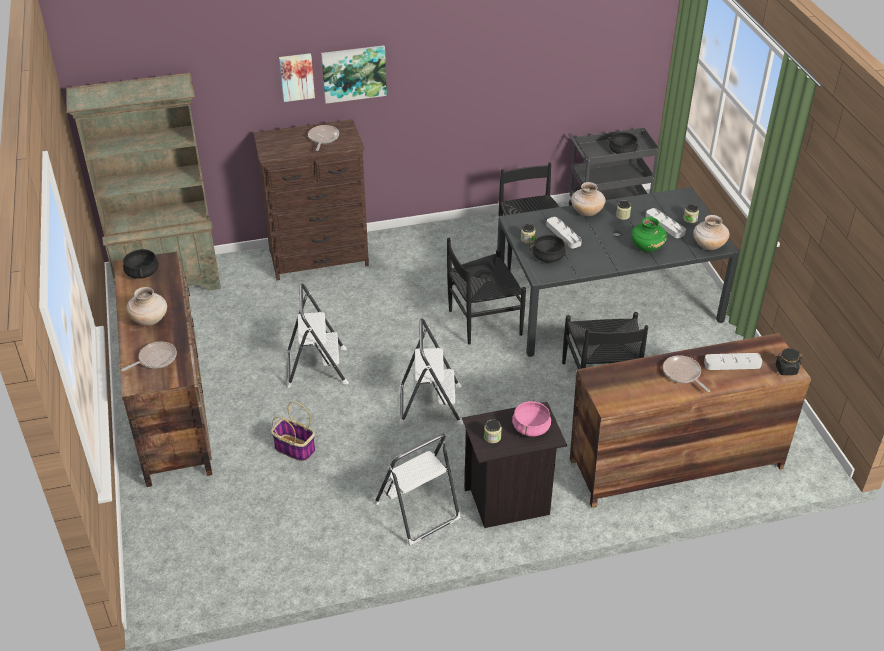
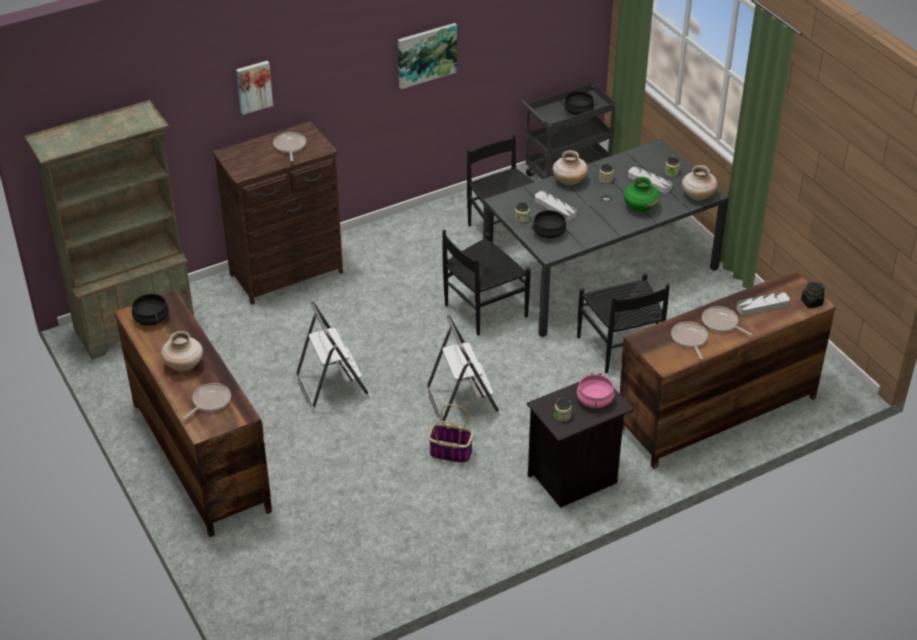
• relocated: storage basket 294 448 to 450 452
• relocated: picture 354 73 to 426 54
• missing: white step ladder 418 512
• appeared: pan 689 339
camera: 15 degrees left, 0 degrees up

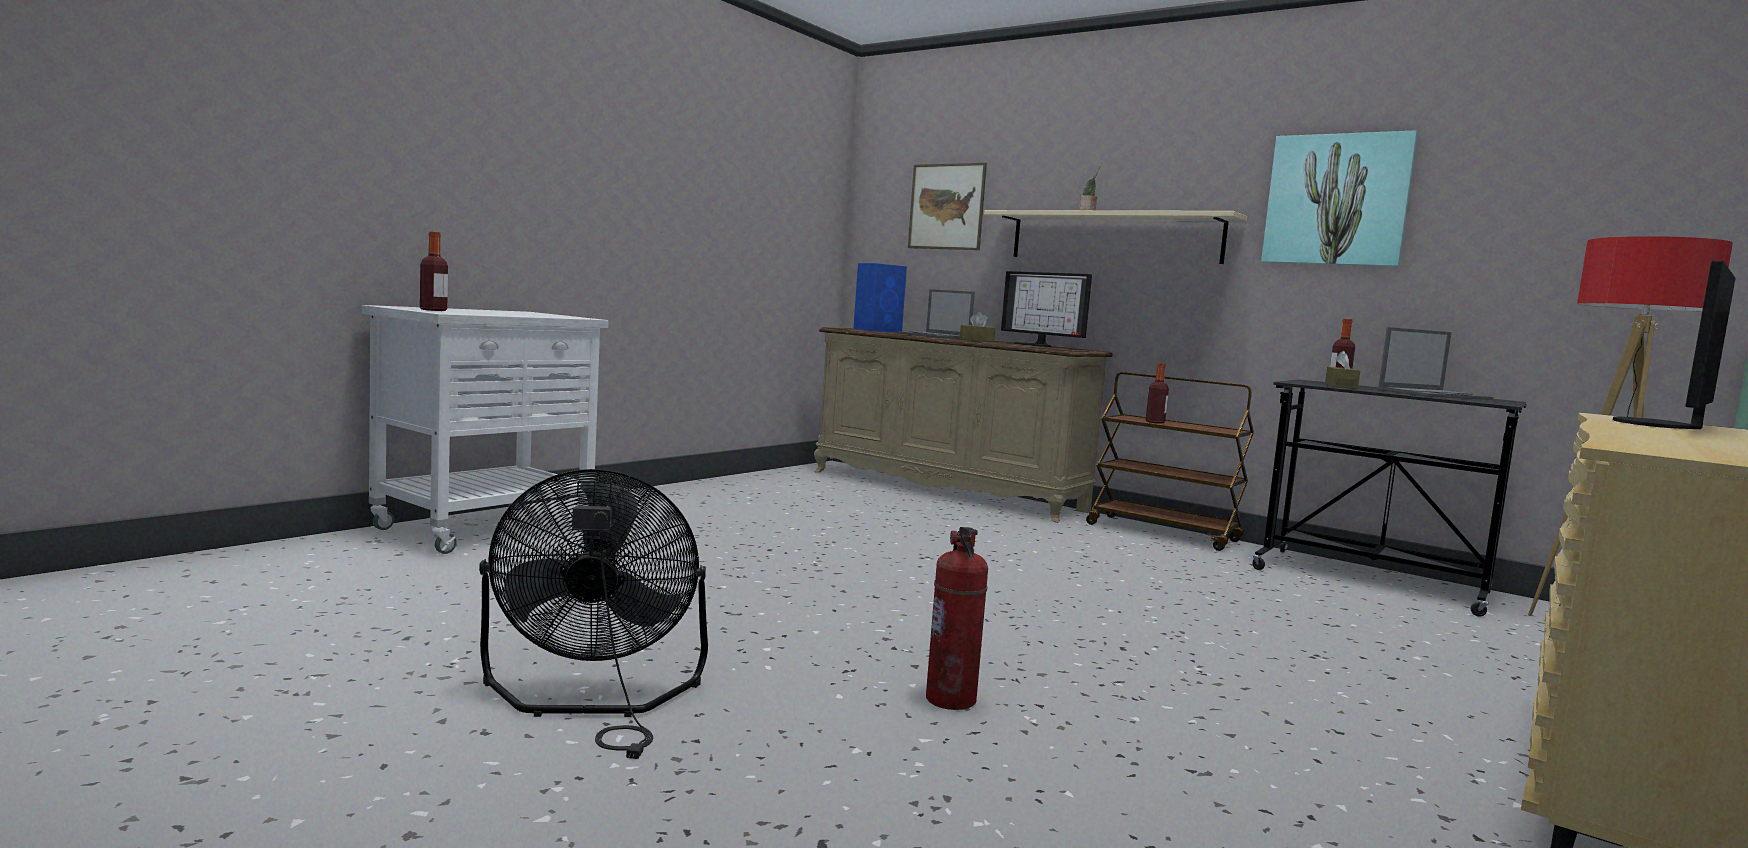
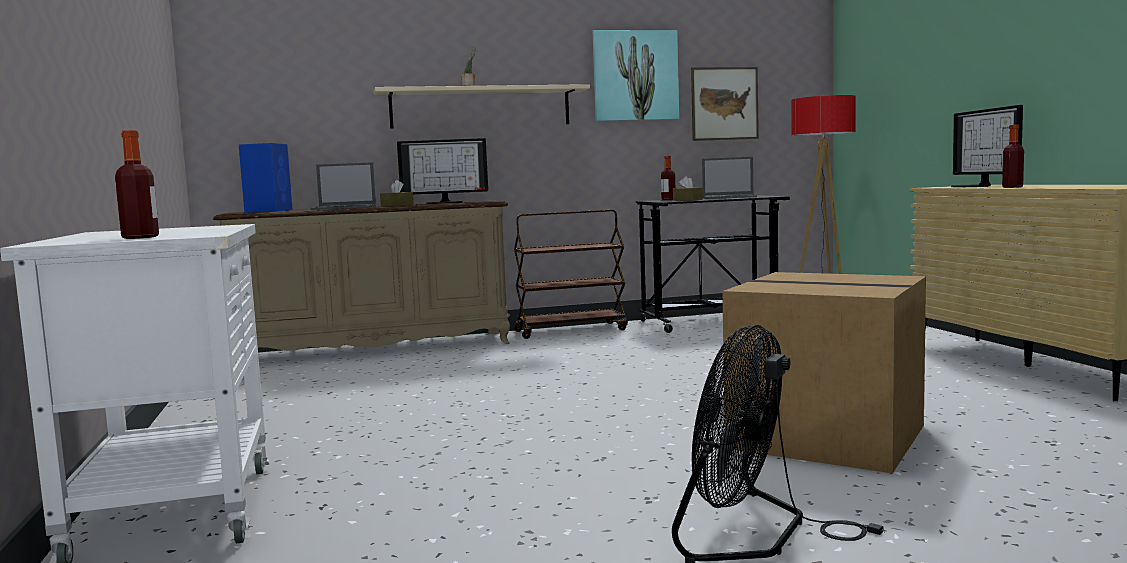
• relocated: picture 946 206 to 724 103
• exchanged: extinguisher 952 700 to cardboard box 830 436
• relocated: beverage bottle 1155 422 to 1012 187
• spun: notebook computer 1434 394 = 729 197 75 degrees clockwise
camera: 50 degrees left, 0 degrees up

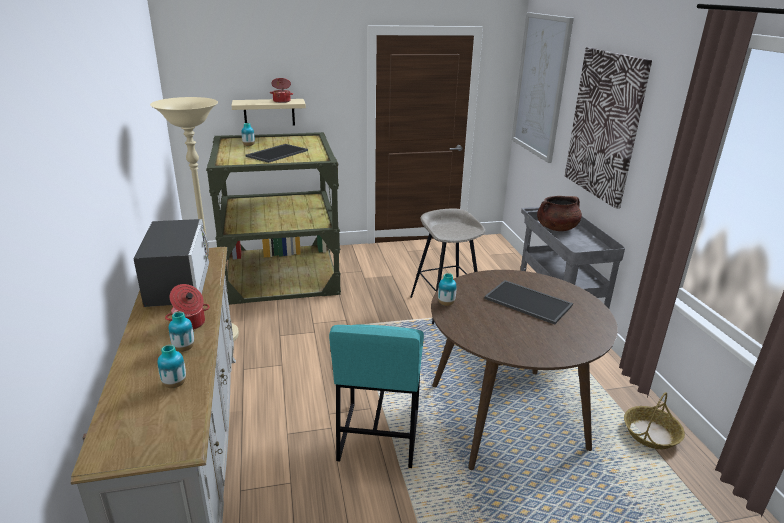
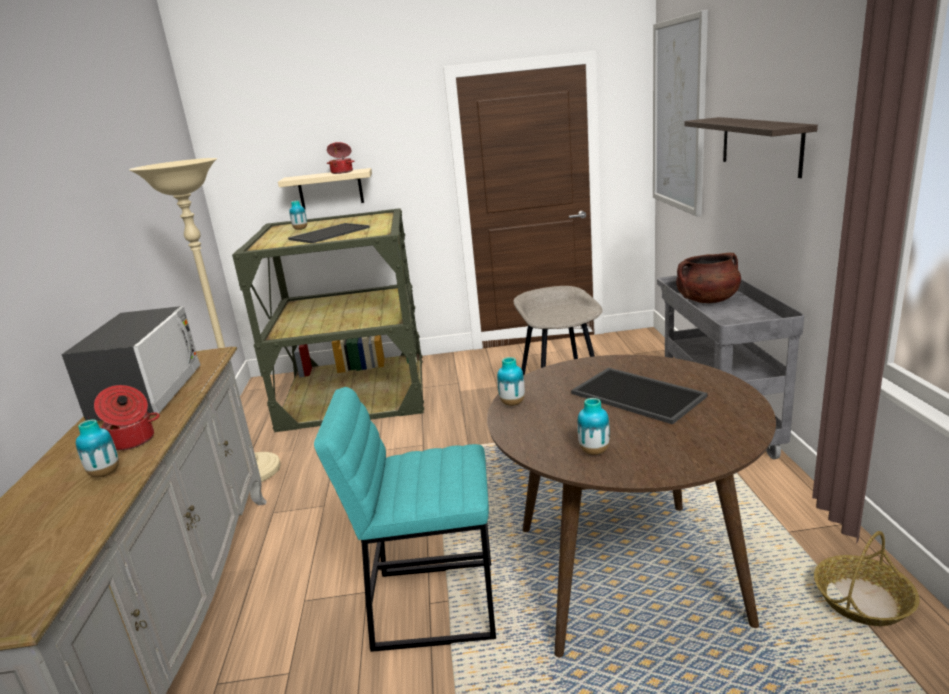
• relocated: decorative vase 175 384 to 594 451
• spun: turquoise upright chair 379 436 = 431 604 75 degrees clockwise
• exchanged: picture 604 125 to shelf 760 144
camera: 10 degrees right, 5 degrees down

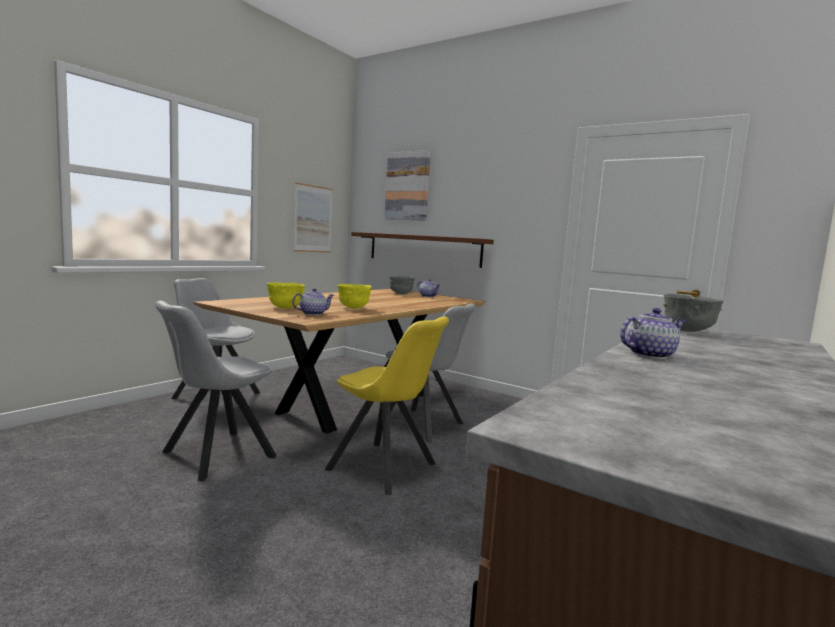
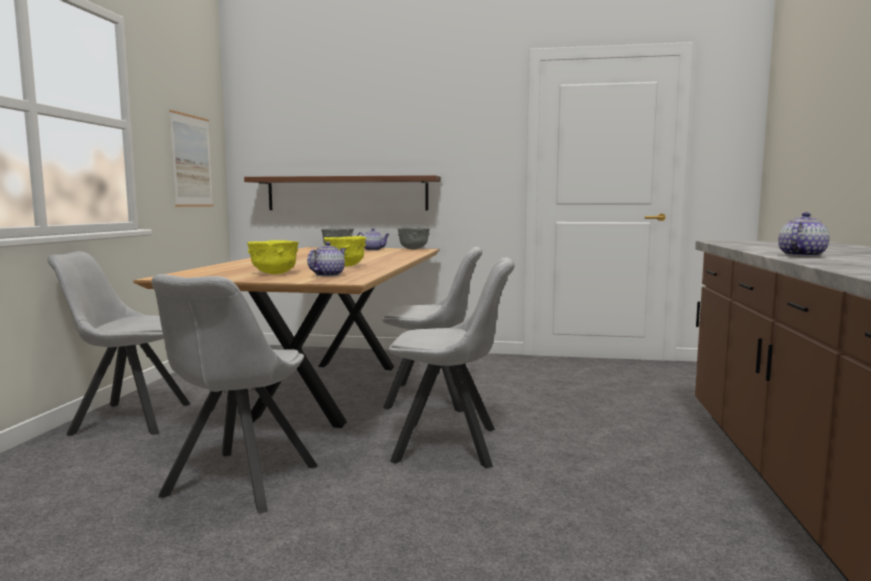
• colour: yellow-coloured upright chair 384 467 to gray upright chair 450 445
• missing: picture 407 186
• relocated: gray serving bowl 687 331 to 413 249
camera: 25 degrees left, 0 degrees up

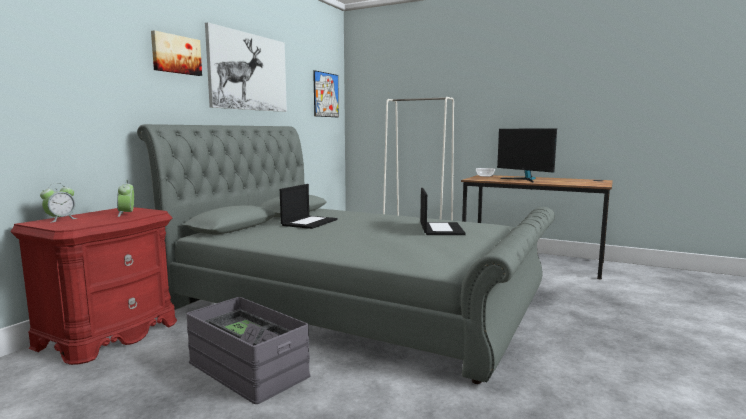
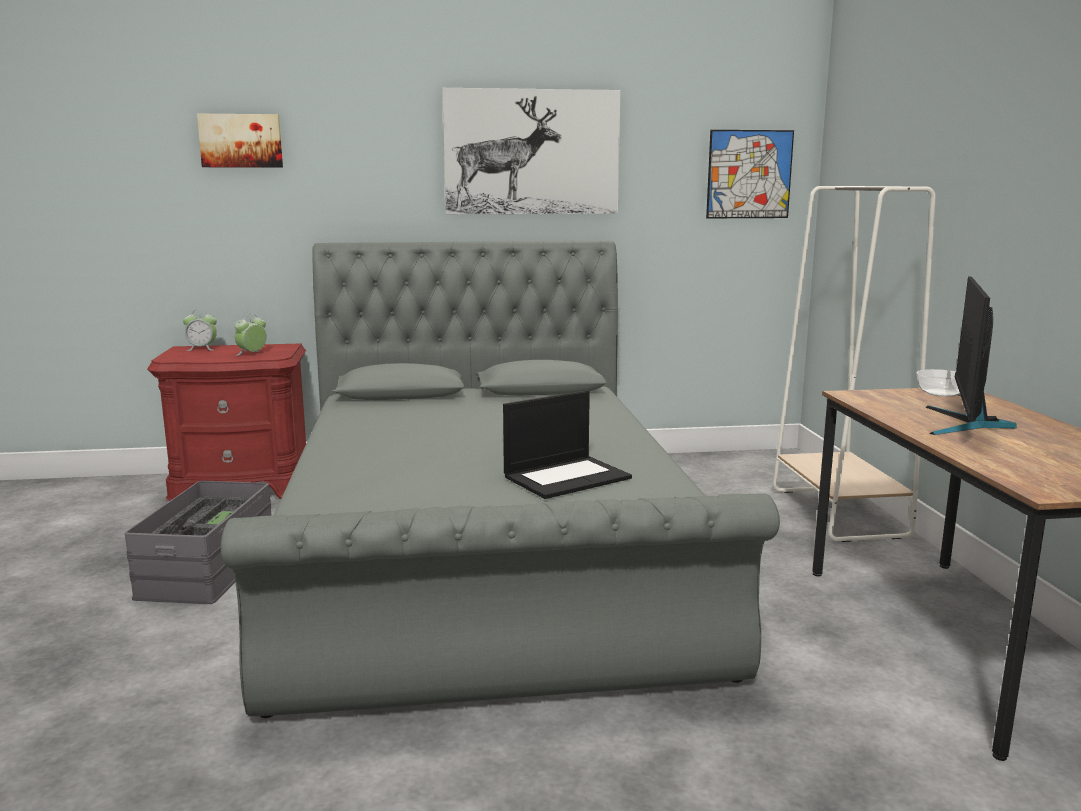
• relocated: picture 176 54 to 241 141
• missing: notebook computer 309 222
camera: 55 degrees right, 5 degrees up

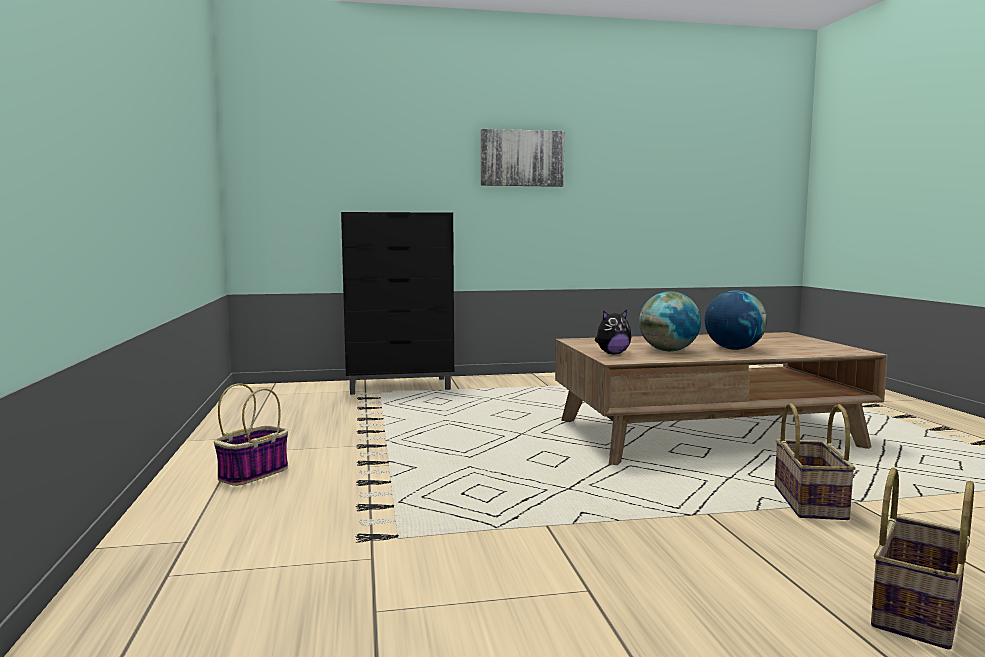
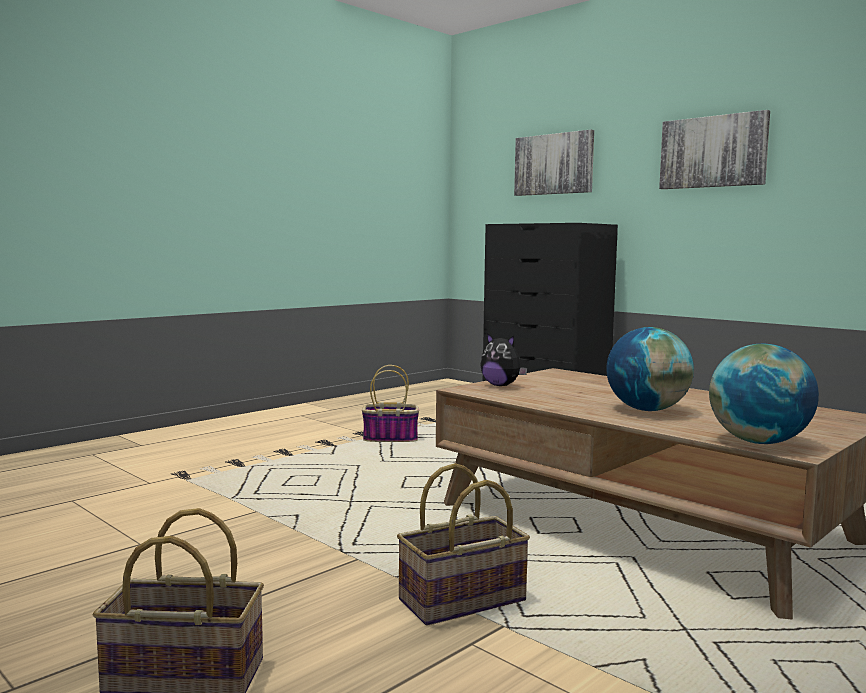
• relocated: storage basket 254 473 to 391 439
• relocated: desk globe 668 351 to 759 442
• appeared: picture 554 164
camera: 55 degrees right, 0 degrees up

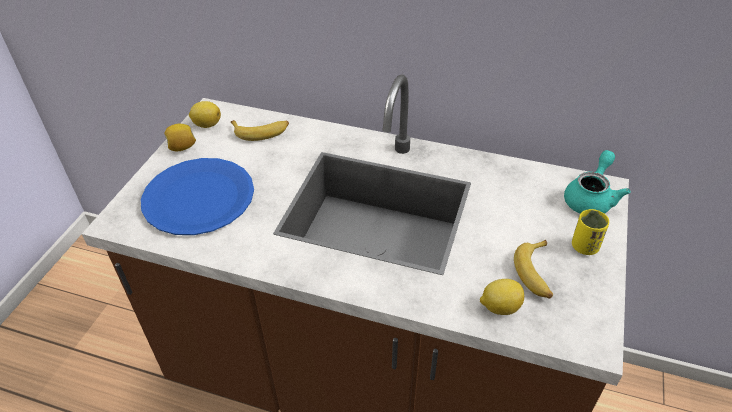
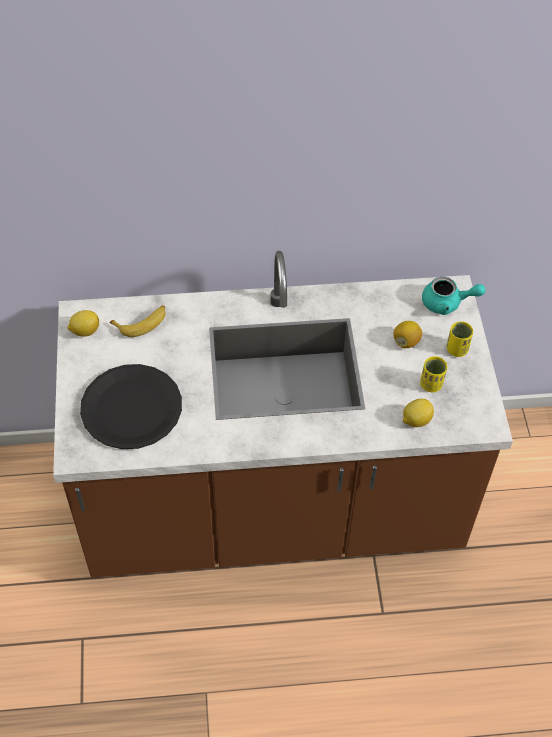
• colour: blue plate 199 198 to black plate 132 408
• relocated: lemon 182 147 to 406 341
• exchanged: whole banana 536 274 to yellow-coloured small cup 431 384
• spun: turquoise pot for tea 591 198 = 447 303 90 degrees clockwise
camera: 25 degrees left, 10 degrees up

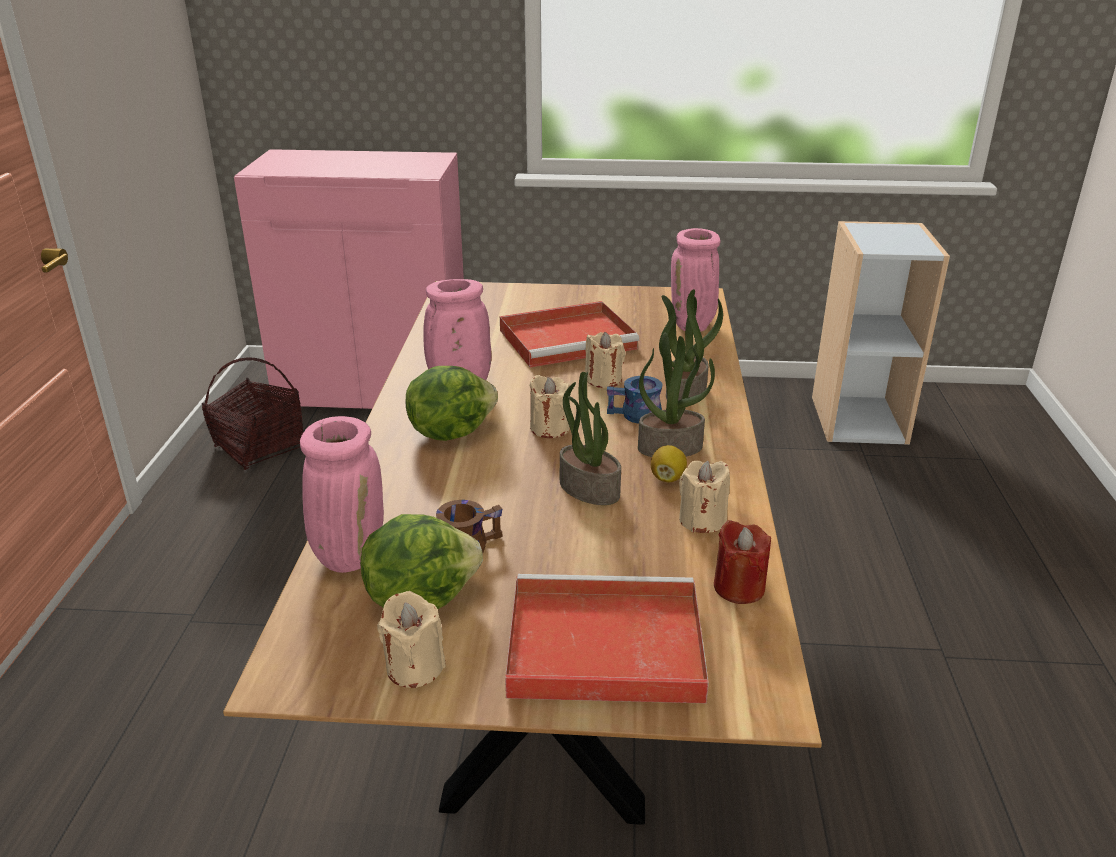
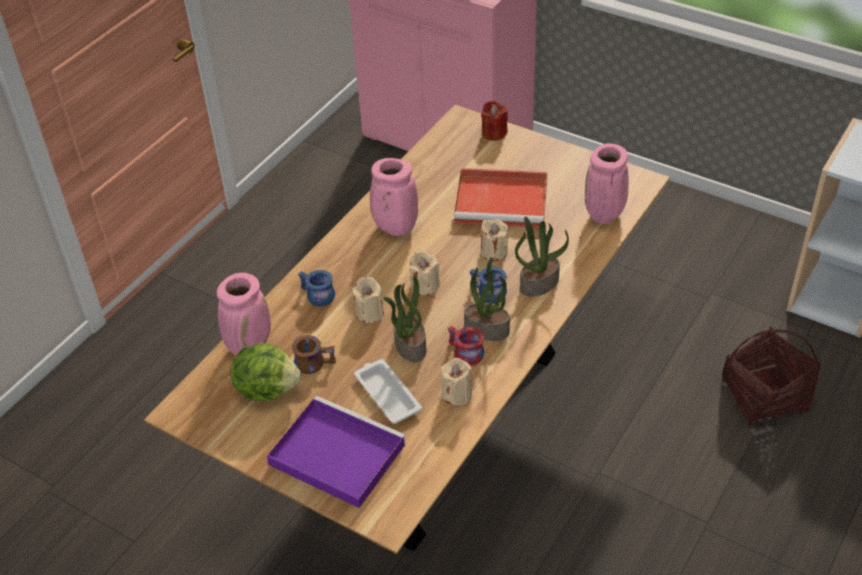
• relocated: storage basket 260 448 to 764 396
• relocated: beige-coloured wax light 414 667 to 369 313
• missing: head of lettuce 450 432
• colour: red serving tray 600 645 to purple-coloured serving tray 334 454
• exchanged: lemon 667 478 to red coffee mug 464 354
• relocated: red wax light 739 587 to 494 133
• appeared: blue coffee mug 316 296
• appeared: white serving tray 387 394
camera: 30 degrees right, 15 degrees up

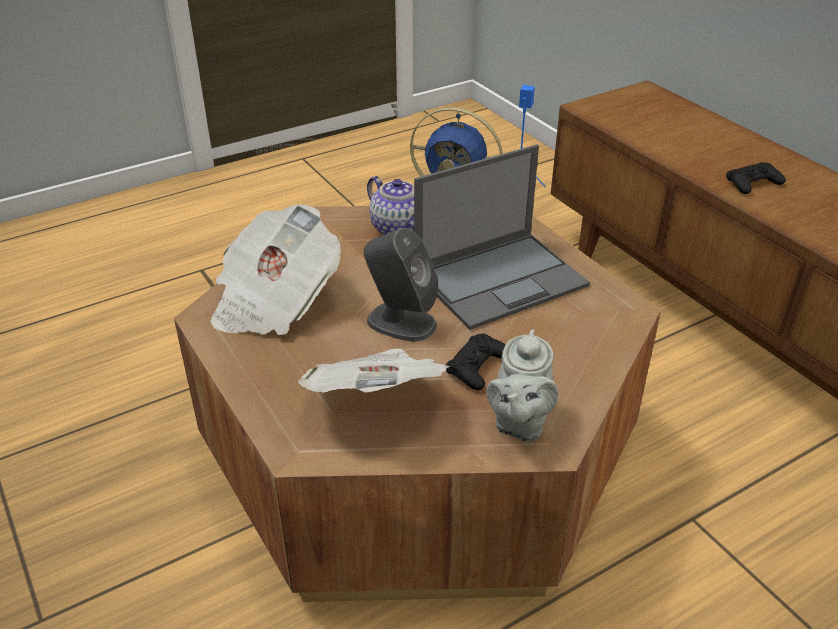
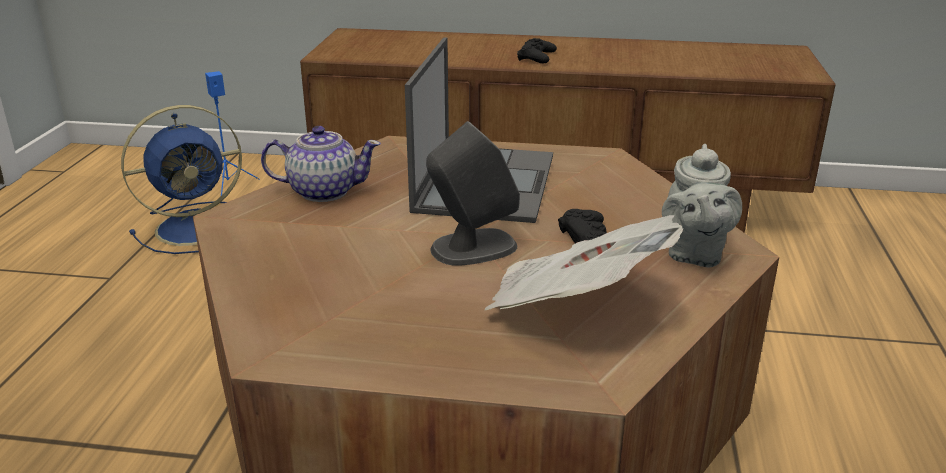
• missing: newspaper 274 301
• spun: gray pot for tea 519 423 = 693 254 45 degrees clockwise
camera: 50 degrees left, 10 degrees down

